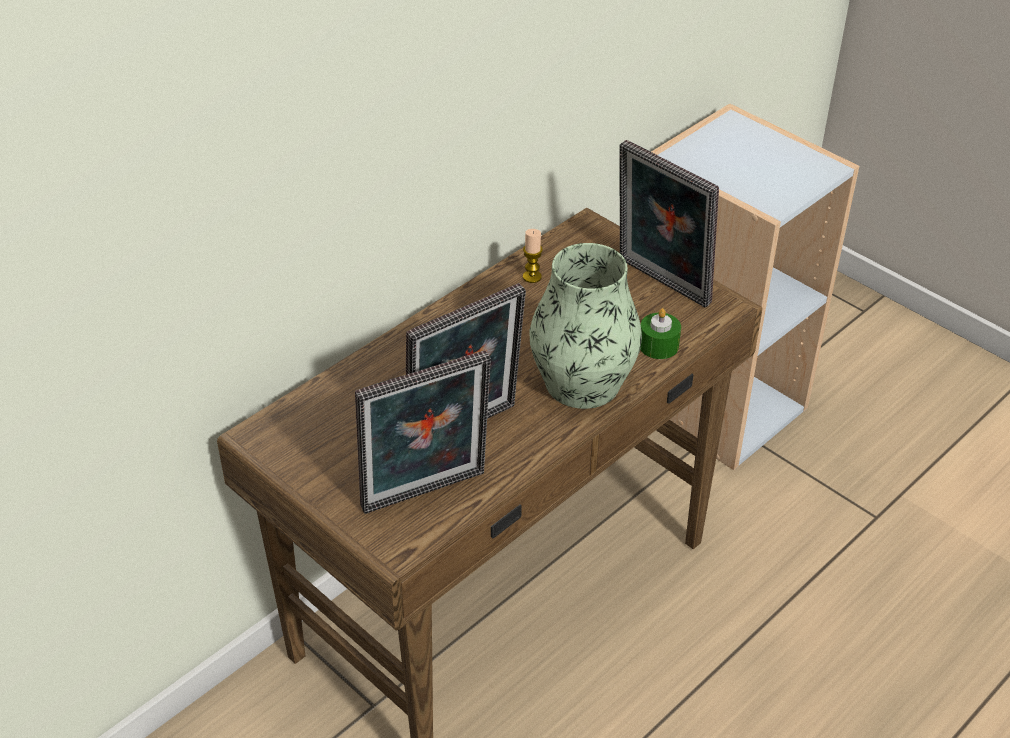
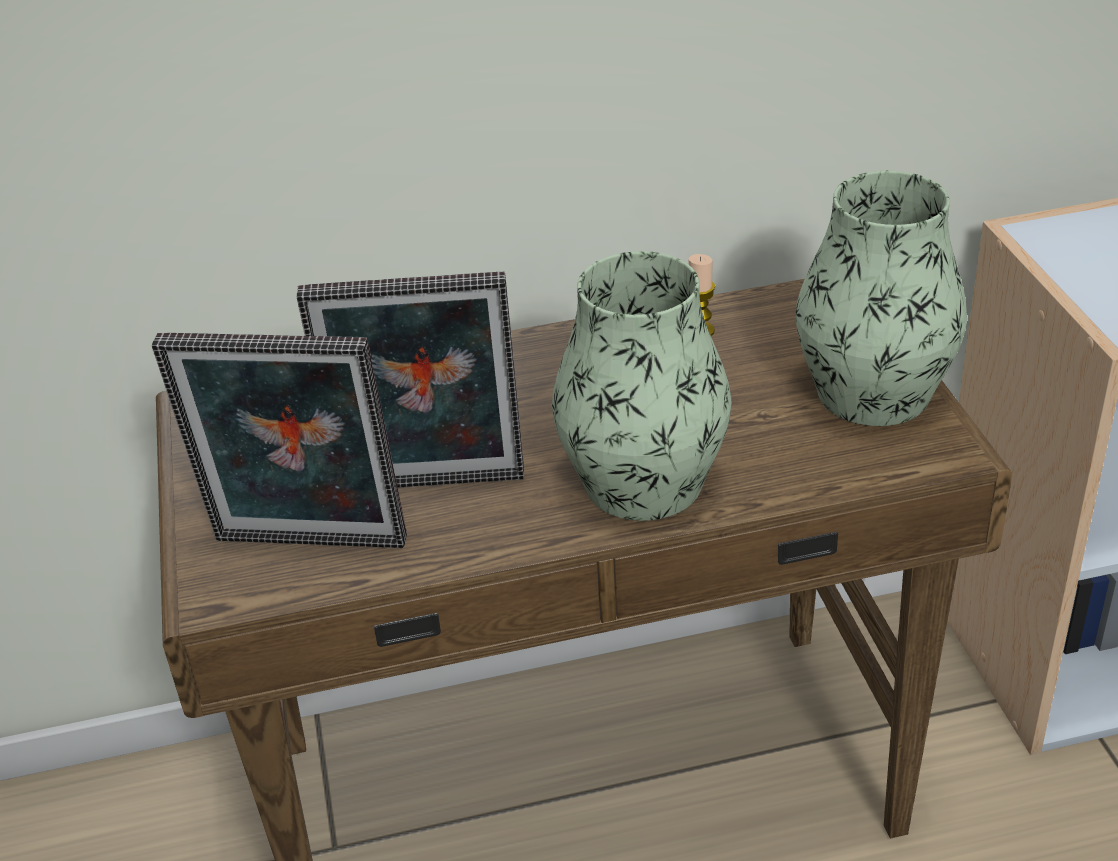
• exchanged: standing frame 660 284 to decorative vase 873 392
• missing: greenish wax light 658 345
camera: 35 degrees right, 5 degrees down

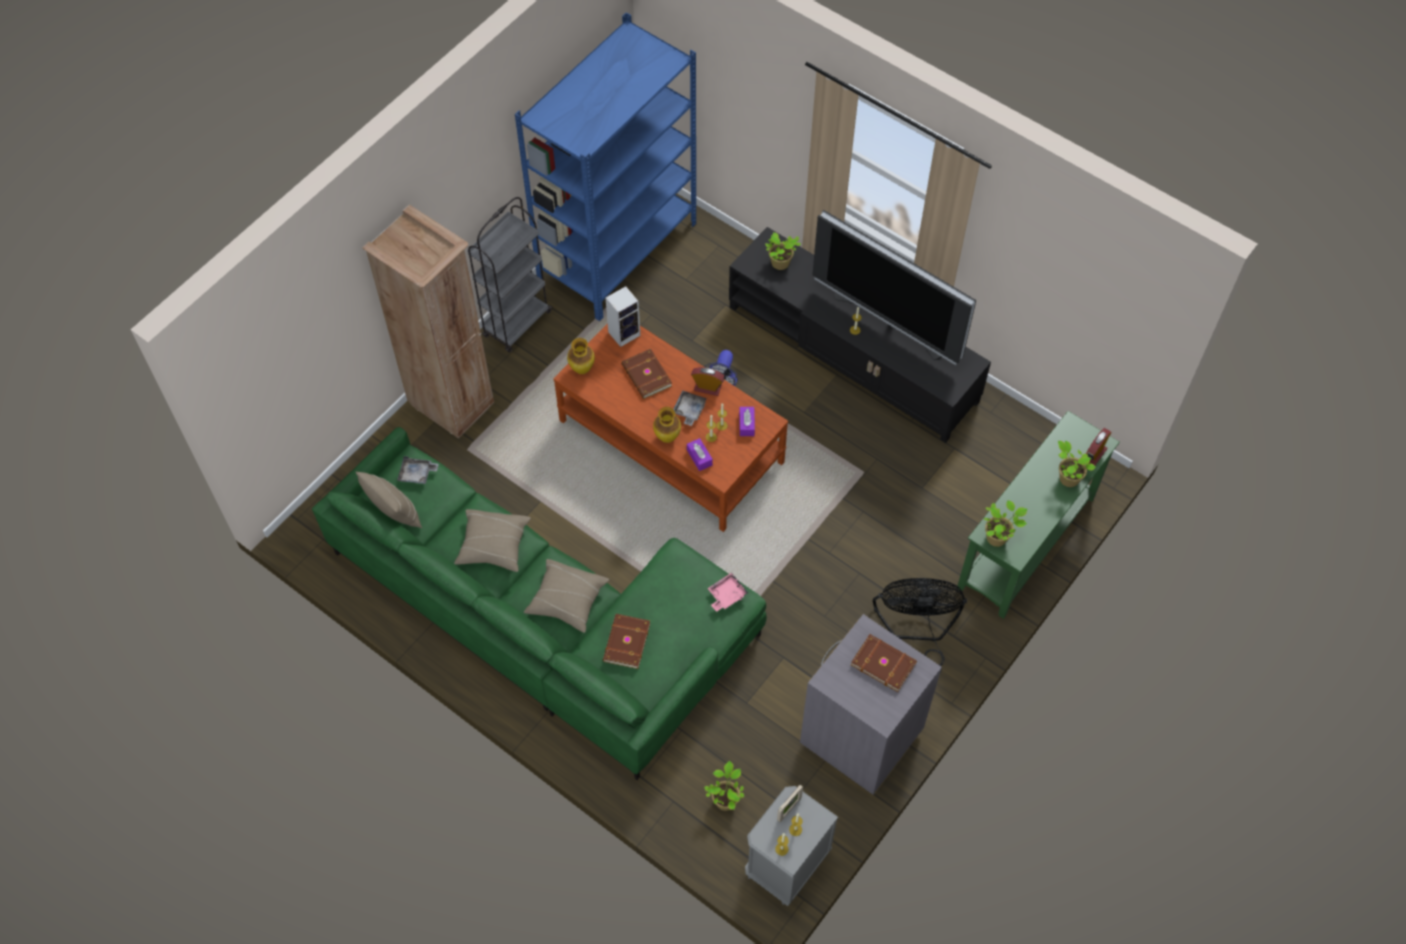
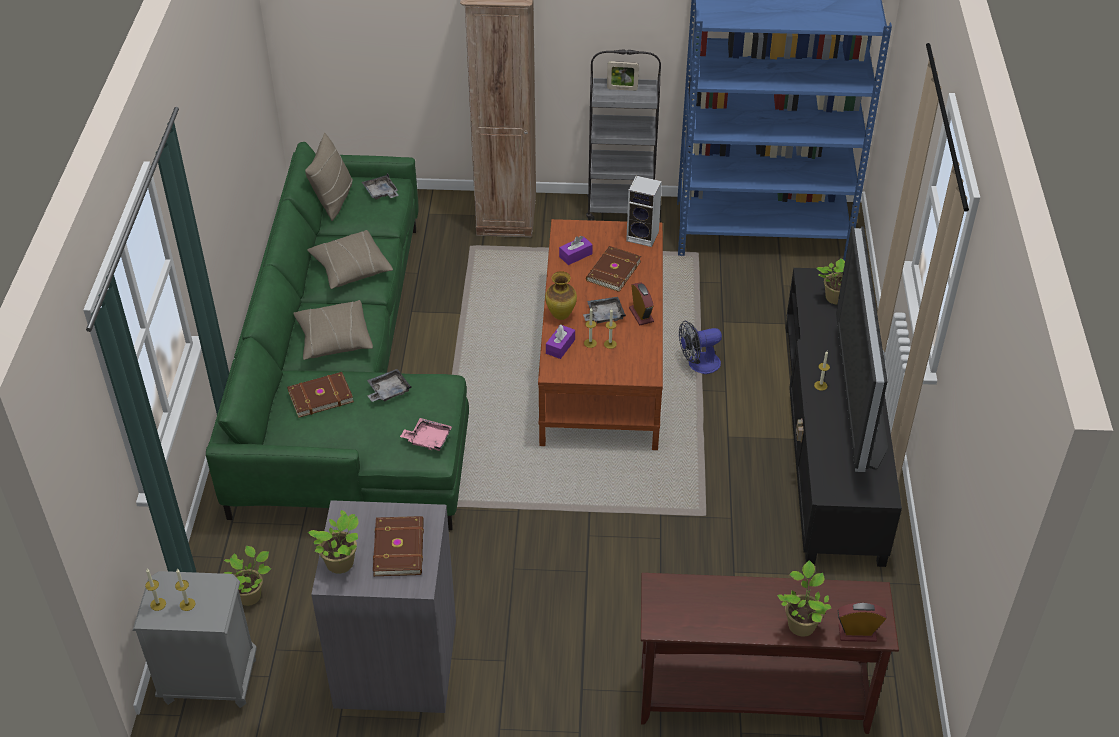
• missing: decorative vase 582 370
• relocated: purple-coloured tissue holder 746 424 to 575 255
• relocated: standing frame 789 809 to 622 89
• missing: black cooling fan 920 628
• colour: greenish console table 1026 544 to brown-coloured console table 751 698
• relocated: houseplant 998 537 to 342 564
• appeared: gray serving tray 388 391
camera: 55 degrees right, 15 degrees down

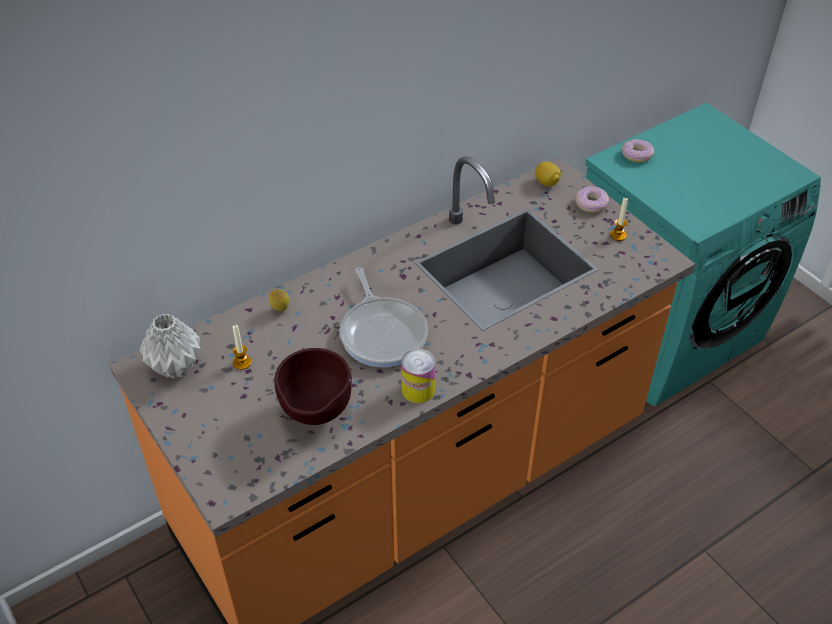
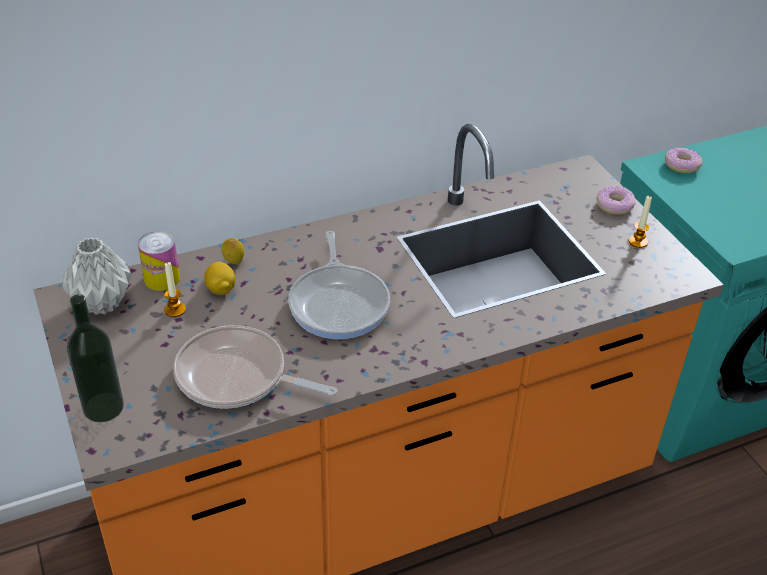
• exchanged: brown-coloured serving bowl 315 415 to pan 237 377
• relocated: can 418 390 to 162 278
• relocated: lemon 546 182 to 221 289
• appeared: beverage bottle 103 407
camera: 10 degrees right, 5 degrees down

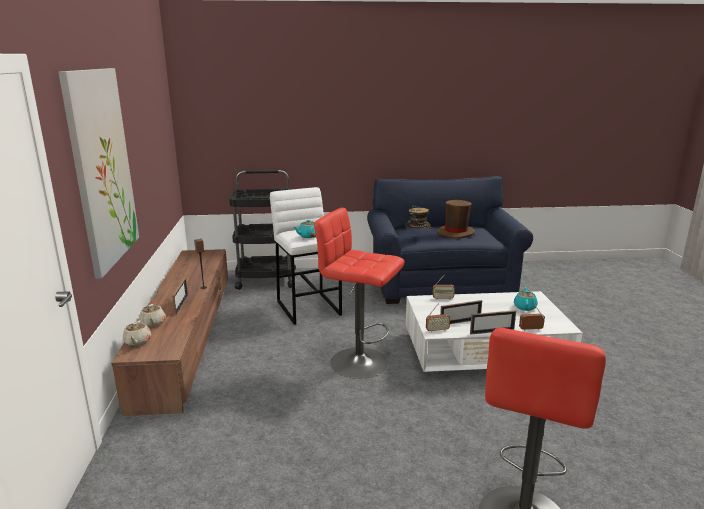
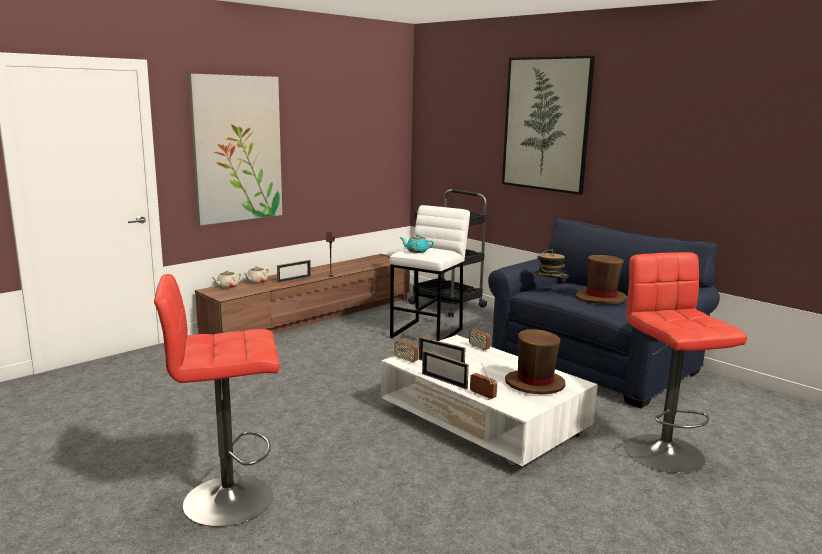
• relocated: red stool seat 358 362 to 664 453
• exchanged: turquoise pot for tea 525 307 to brown-coloured hat 534 384
• appeared: picture 546 124
camera: 50 degrees right, 5 degrees down

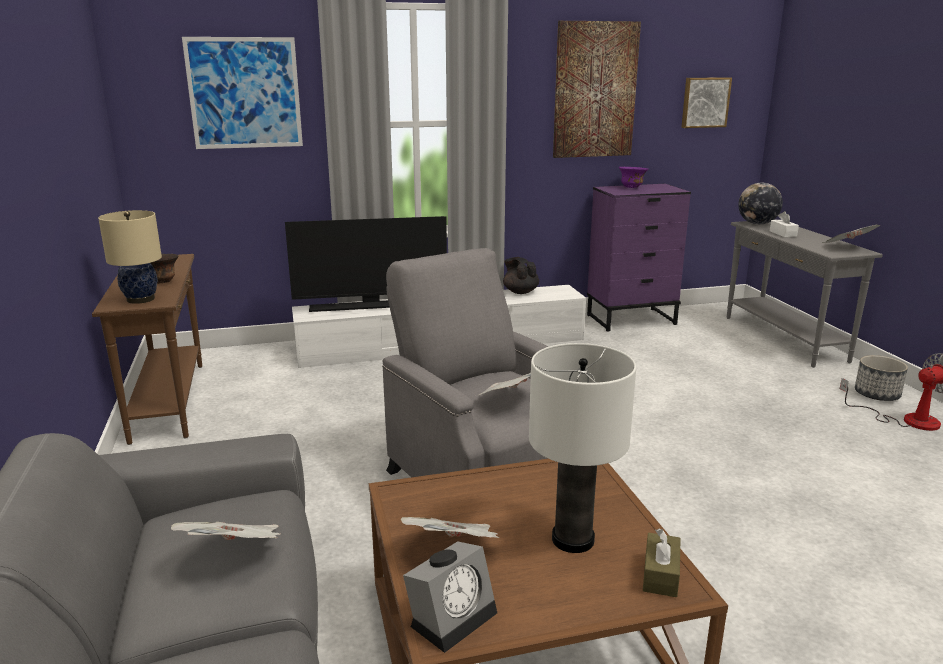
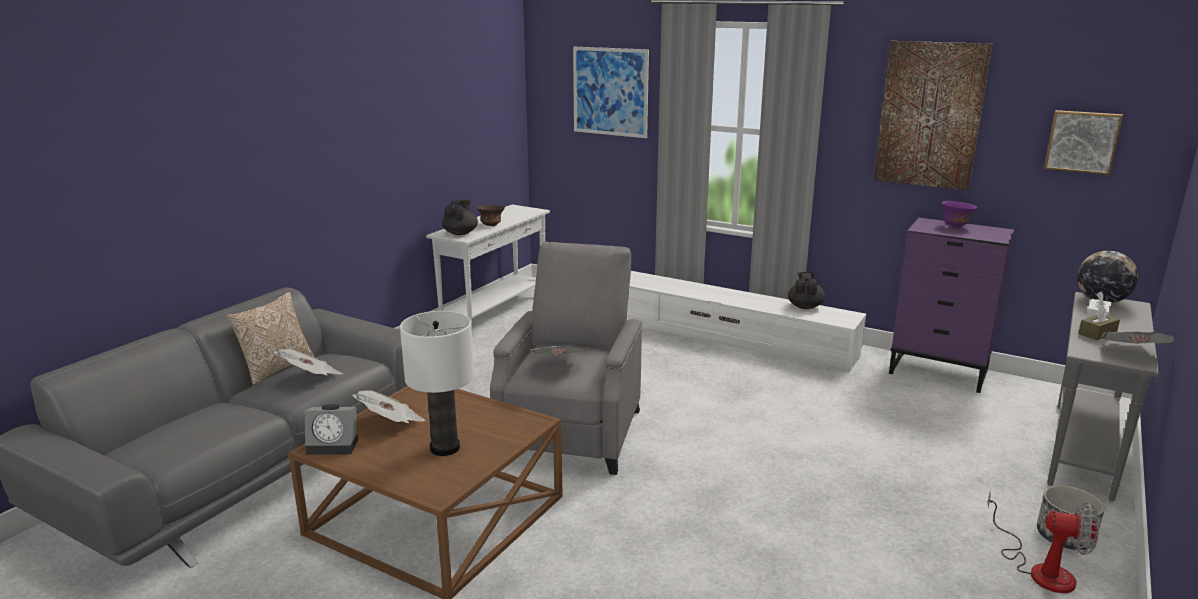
• colour: brown-coloured console table 167 401 to white console table 495 311
• exchanged: beige-coloured tabletop lamp 141 299 to black pot for tea 461 233
• missing: television 372 306
• relocated: brown-coloured tissue holder 660 574 to 1097 333
• appeared: throw pillow 276 368
camera: 45 degrees right, 0 degrees up

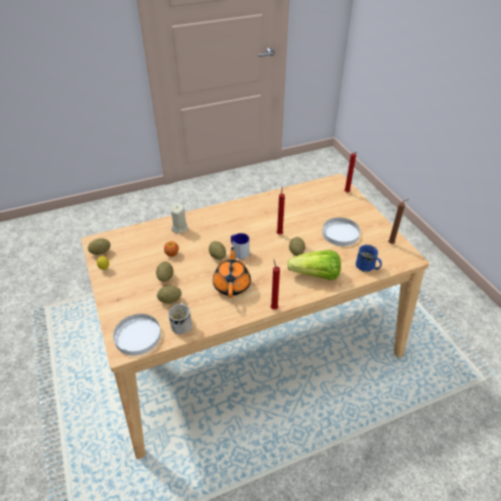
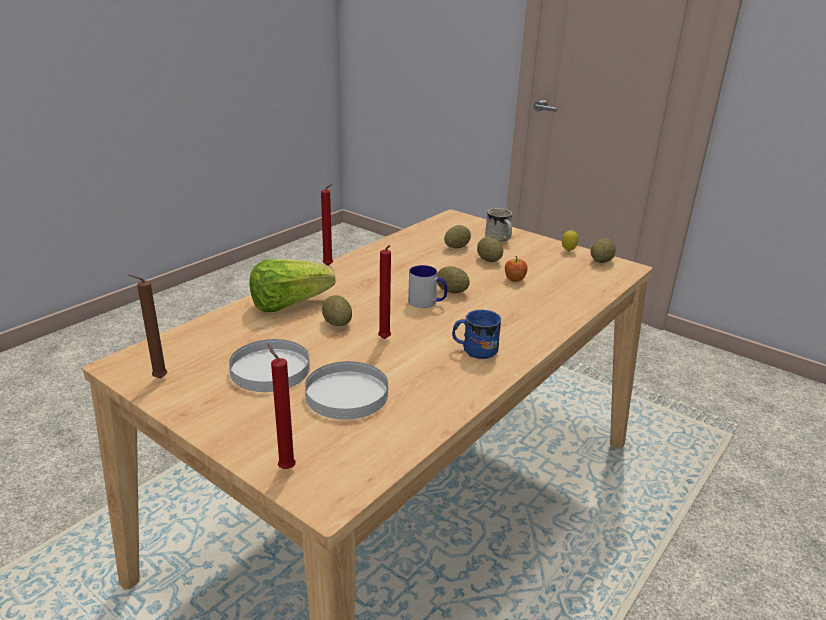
• relocated: white plate 137 335 to 347 394
• relocated: white coffee mug 182 324 to 499 239
• missing: beige-coloured wax light 180 228
• missing: orangey pot for tea 232 284
• relocated: blue coffee mug 367 267 to 474 350
camera: 150 degrees right, 15 degrees down

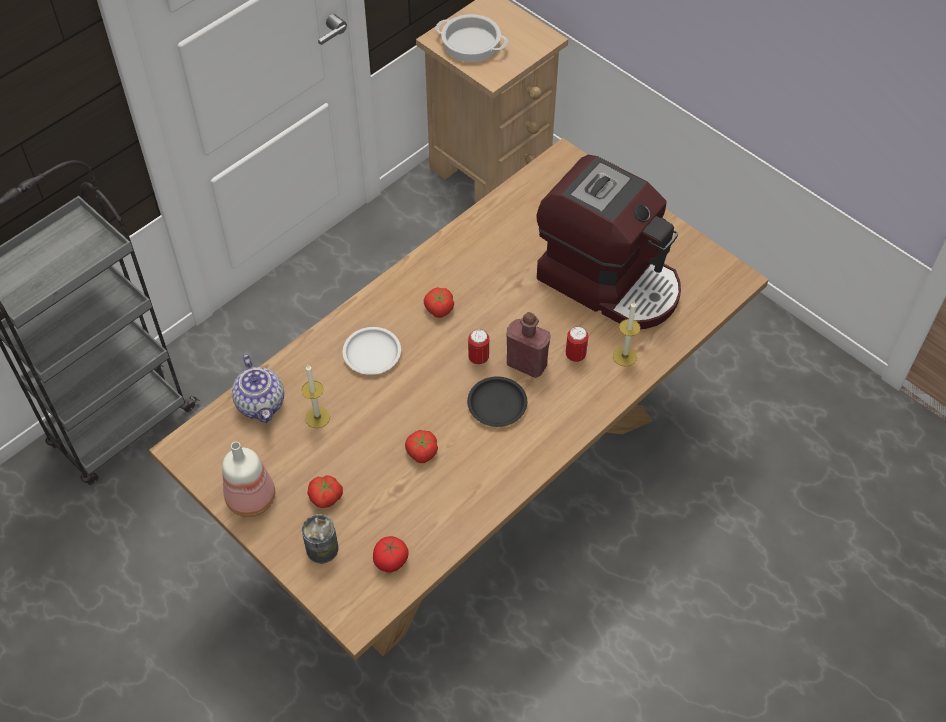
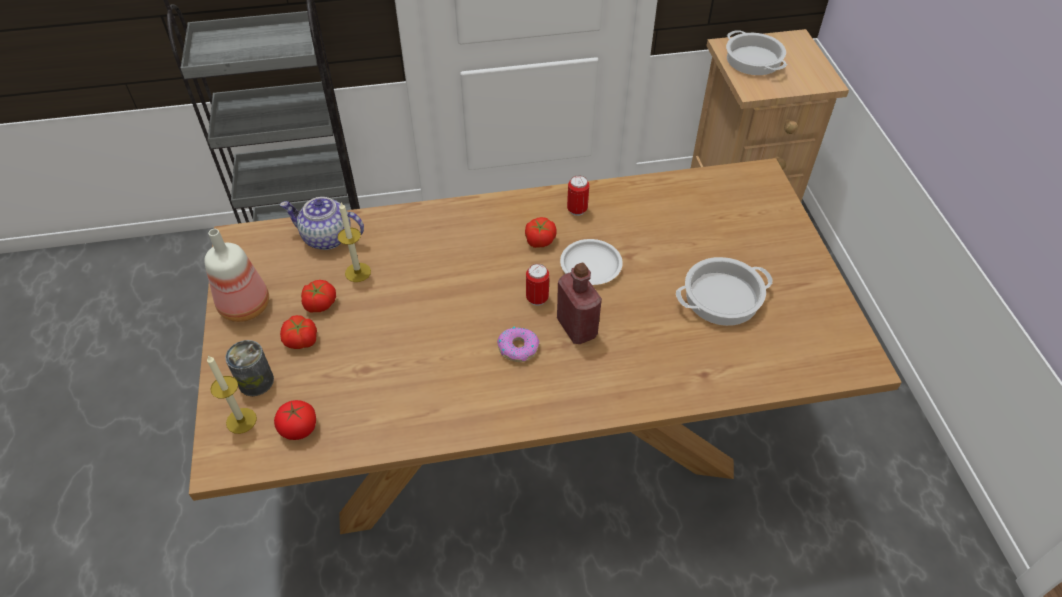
• spun: pot for tea 261 404 = 326 238 90 degrees clockwise
• relocated: white plate 371 353 to 590 265
• relocated: whole tomato 421 452 to 319 303
• exchanged: black plate 497 405 to doughnut 518 348
• exchanged: coffee maker 610 280 to cooking pot 722 297
• relocated: can 575 355 to 577 210
• relocated: wax light 624 356 to 241 420
camera: 35 degrees right, 5 degrees down

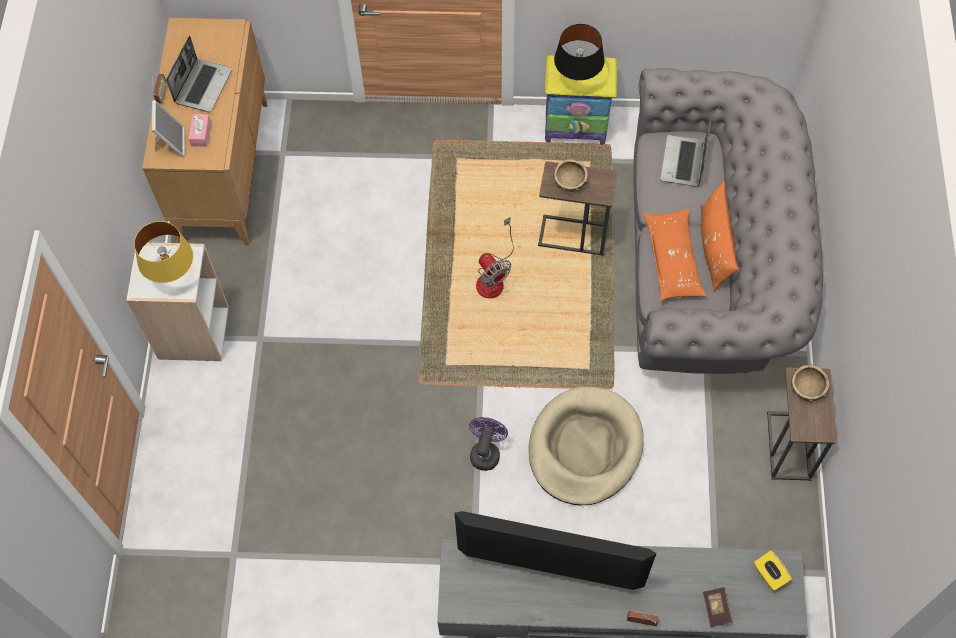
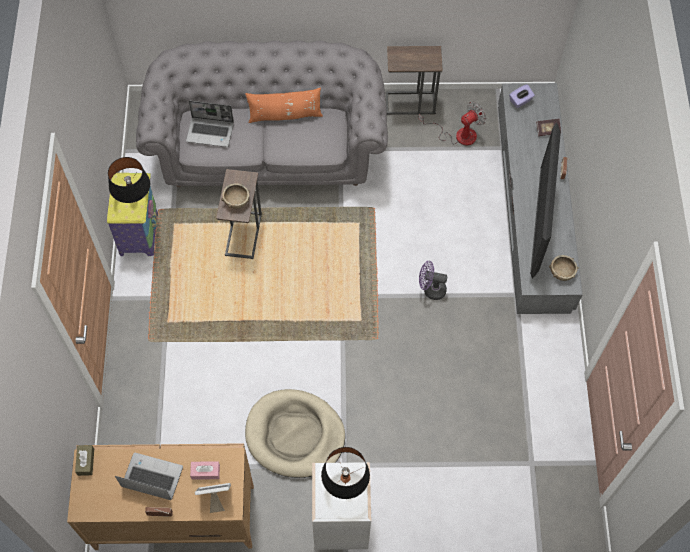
• colour: yellow-coloured tabletop lamp 173 276 to black tabletop lamp 345 484
• relocated: cooling fan 493 277 to 458 135
• relocated: beige-coloured dog cushion 585 447 to 295 435
• missing: orangey throw pillow 673 260
• colour: yellow-coloured tissue holder 769 574 to purple-coloured tissue holder 520 101
• relocated: brown-coloured serving bowl 807 388 to 561 272
• appeared: brown-coloured tissue holder 86 462
camera: 95 degrees left, 0 degrees up

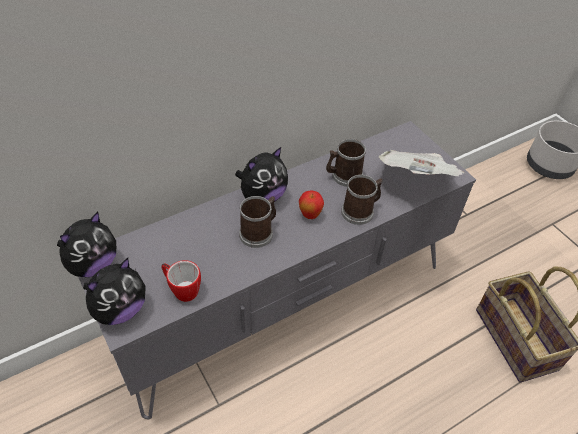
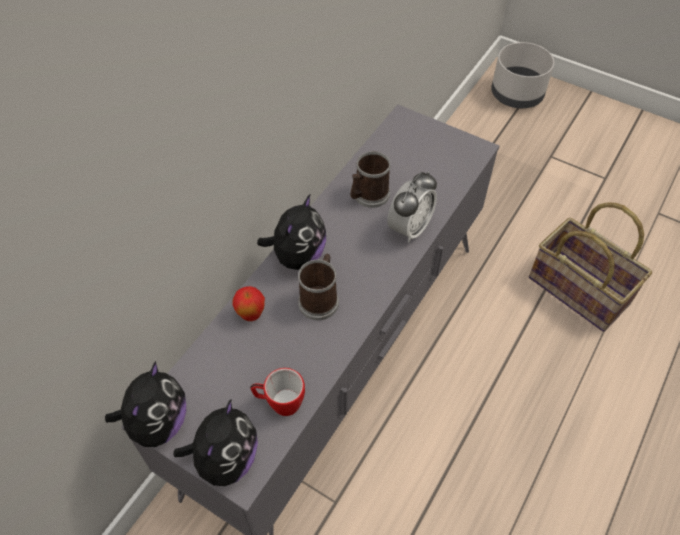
• relocated: whole apple 310 215 to 251 314
• exchanged: coffee mug 360 211 to alarm clock 409 228
• missing: newspaper 417 178
camera: 25 degrees left, 5 degrees up

